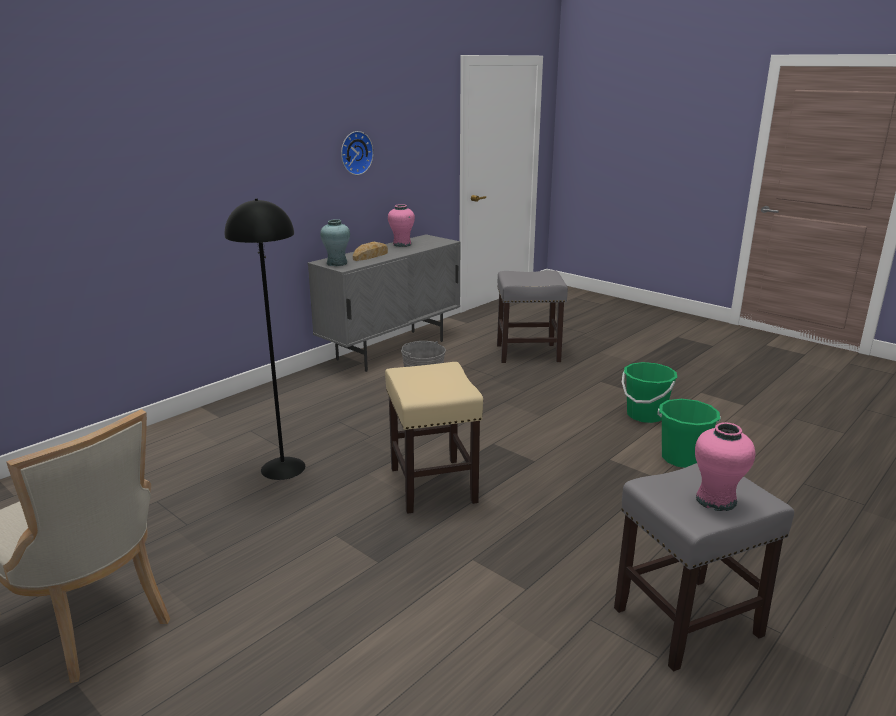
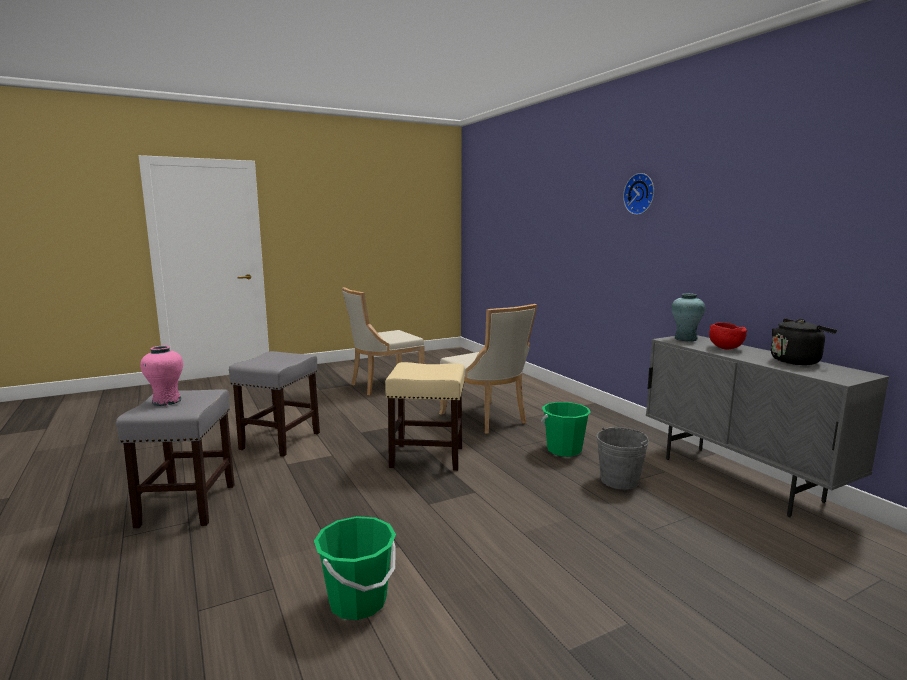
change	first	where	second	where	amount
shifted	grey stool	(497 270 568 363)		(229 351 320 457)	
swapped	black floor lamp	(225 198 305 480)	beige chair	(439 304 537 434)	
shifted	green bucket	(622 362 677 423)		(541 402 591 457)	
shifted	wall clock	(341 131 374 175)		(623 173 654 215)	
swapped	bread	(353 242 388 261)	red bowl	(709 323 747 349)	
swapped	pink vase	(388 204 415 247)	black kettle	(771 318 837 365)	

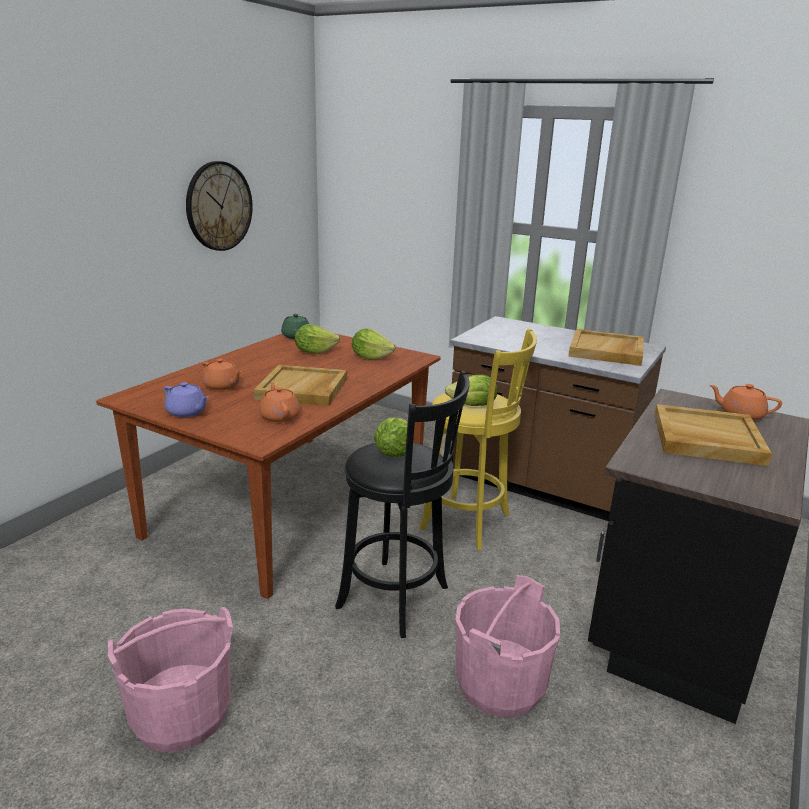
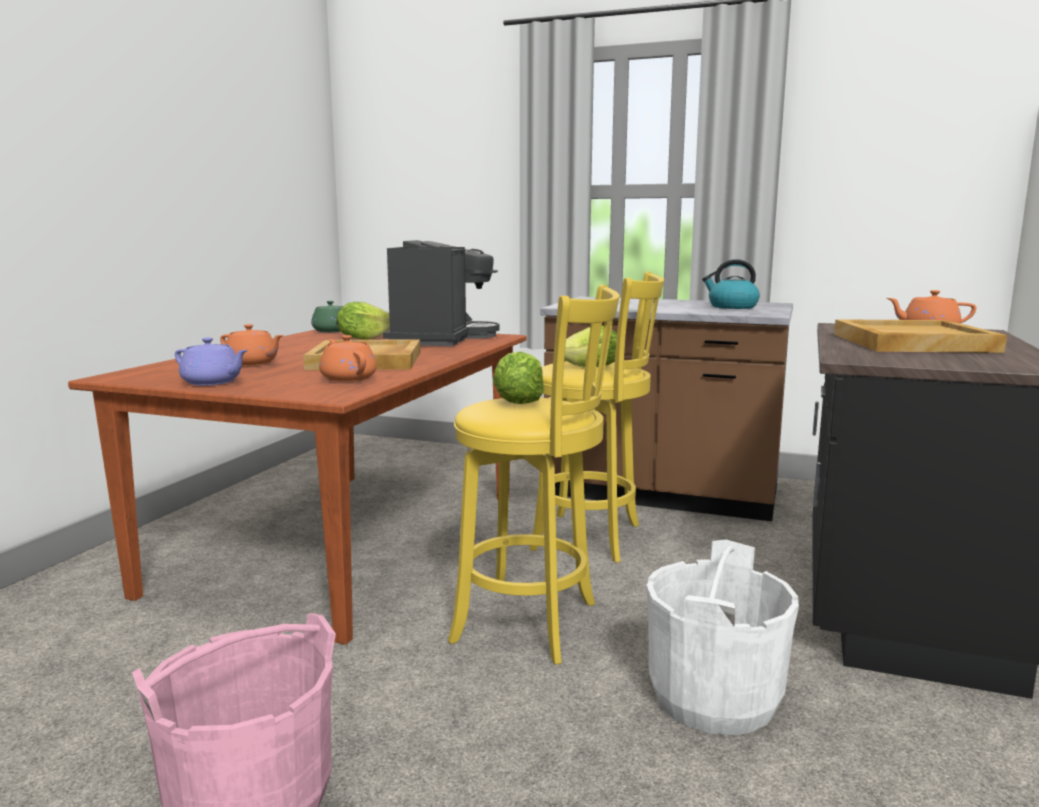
change	first	where	second	where	amount
swapped	lettuce	(352 328 396 360)	coffee machine	(383 240 499 346)	
repainted	black stool	(335 371 470 638)	yellow stool	(448 285 620 665)	
repainted	pink bucket	(455 575 560 718)	white bucket	(646 540 799 735)	
swapped	beige tray	(568 329 644 366)	kettle	(702 259 760 309)	
gone	wall clock	(186 161 253 251)			

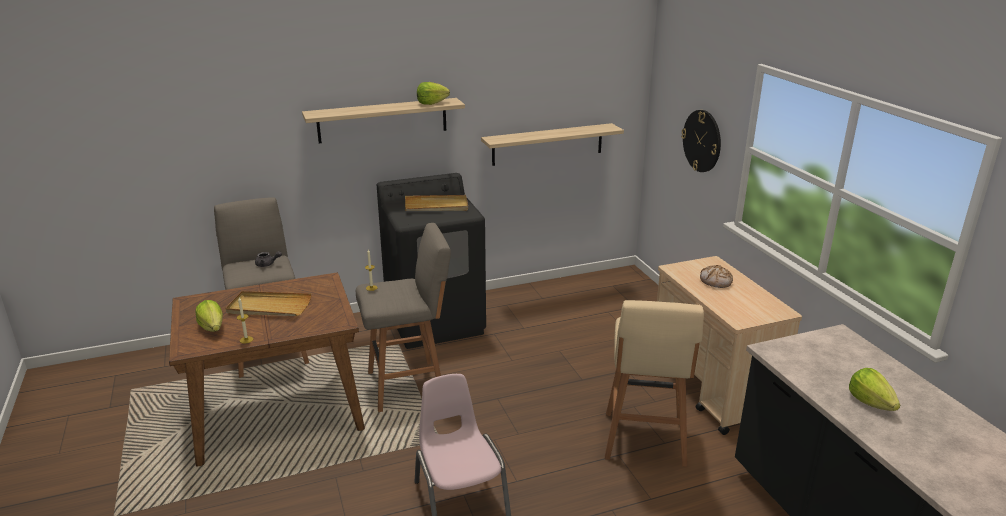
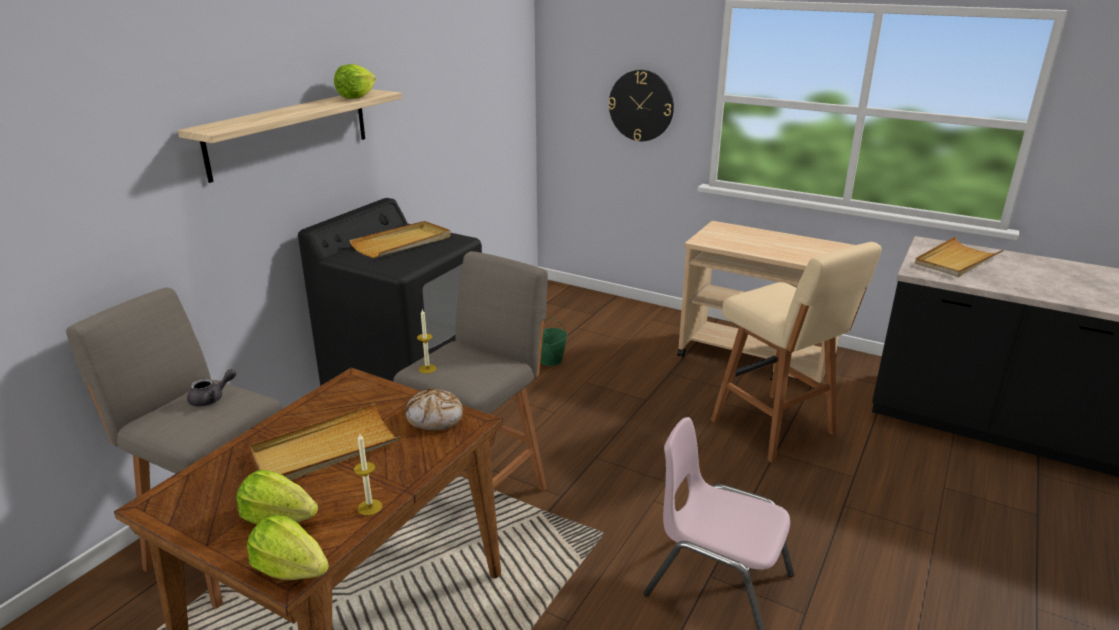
change	first	where	second	where	amount
shifted	lettuce	(849 368 900 411)		(247 515 329 580)	
shifted	bread	(700 265 733 288)		(405 388 463 430)	
new			green bucket	(540 318 567 366)	
new			beige tray	(915 236 1004 277)	
gone	shelf	(481 123 624 166)			

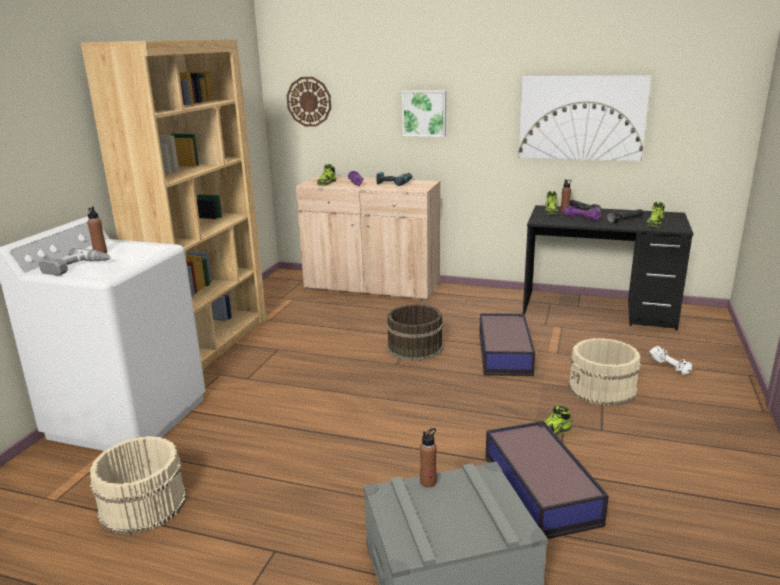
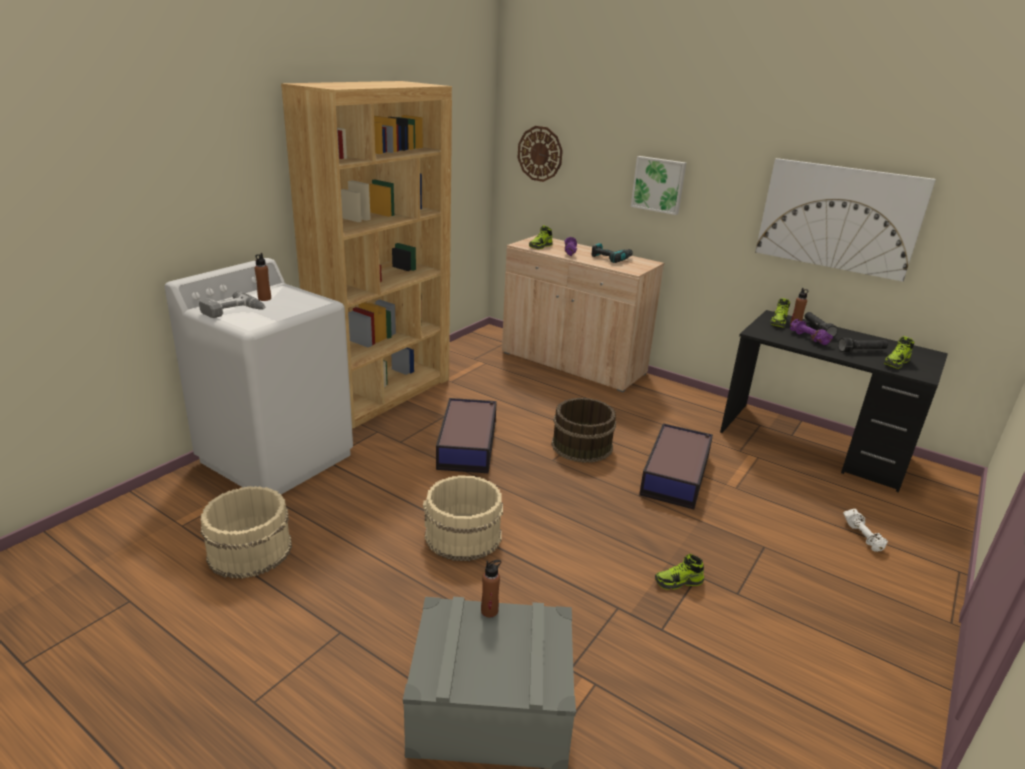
change	first	where	second	where	amount
shifted	beige bucket	(568 338 641 406)		(423 475 503 561)	
shifted	storage box	(486 421 609 539)		(436 398 497 473)	

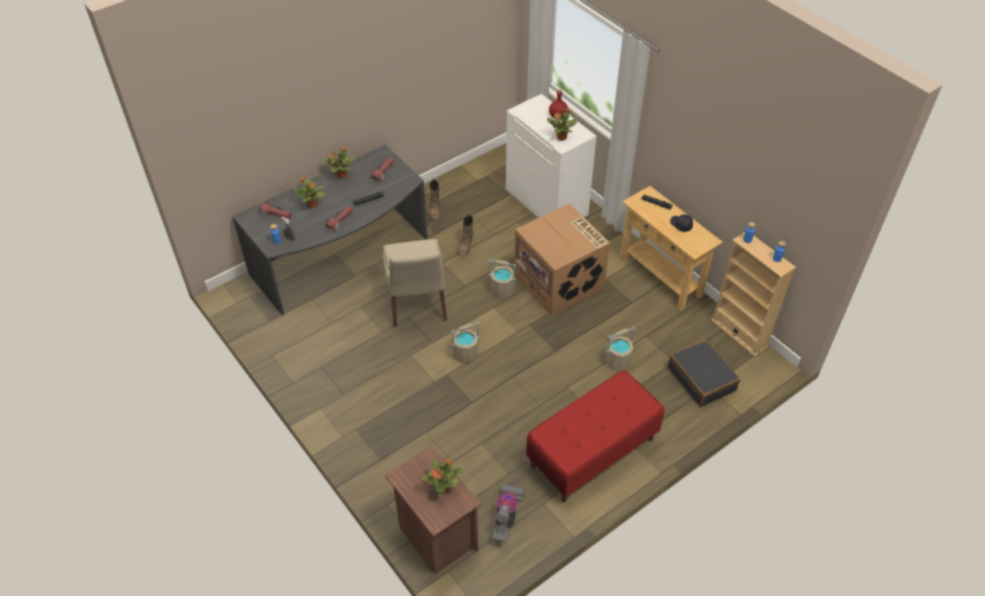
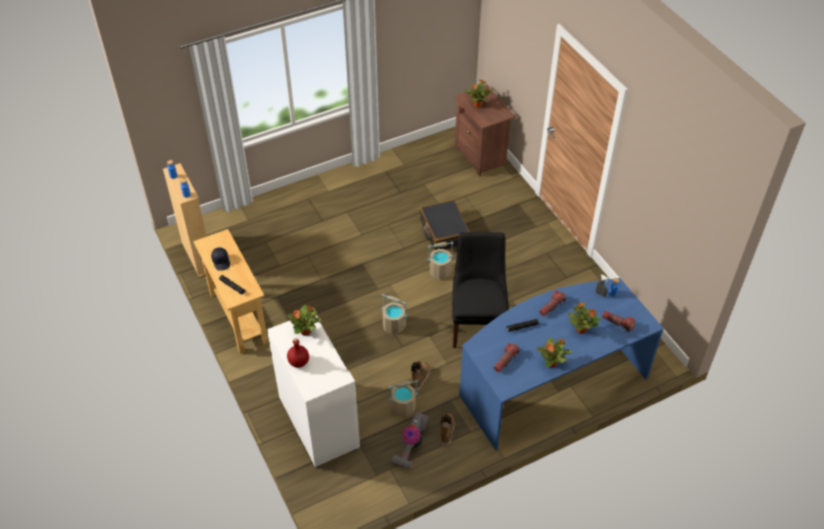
change	first	where	second	where	amount
shifted	beige bucket	(606 327 635 371)		(389 380 418 417)	
shifted	vacuum cleaner	(492 484 525 542)		(391 412 429 469)	
shifted	black suitcase	(668 339 740 407)		(420 200 470 250)	
repainted	beige chair	(383 239 447 327)	black chair	(452 232 509 348)	
repainted	grey desk	(232 145 428 315)	blue desk	(459 278 664 450)	
gone	cardboard box	(514 203 610 316)			
gone	red bench	(526 370 664 502)			

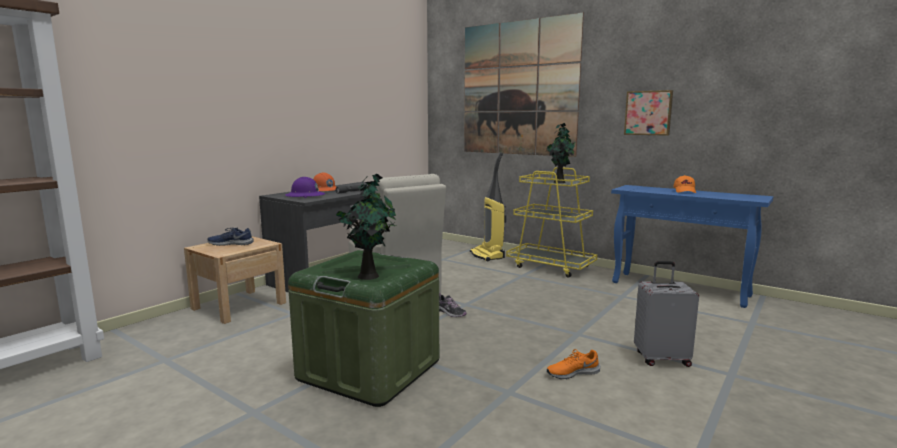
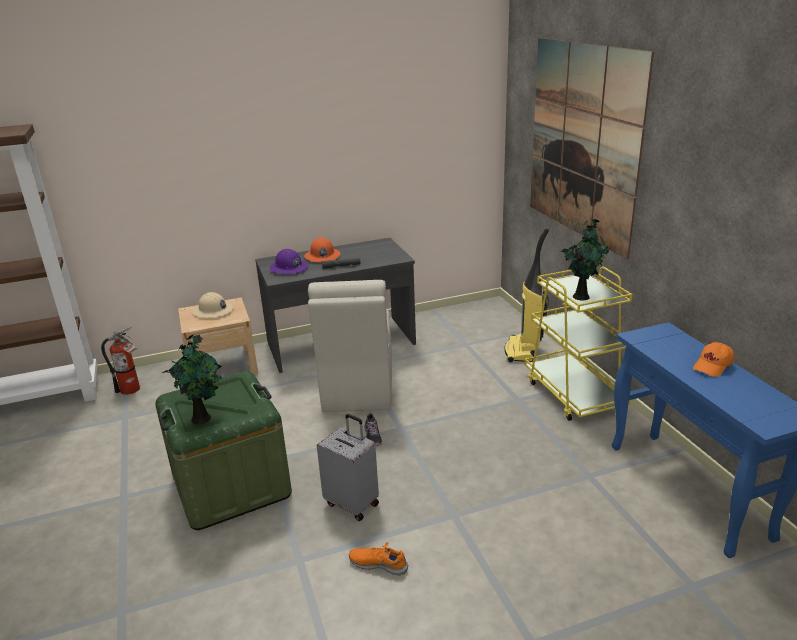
change	first	where	second	where	amount
new			fire extinguisher	(101 326 140 395)	
swapped	blue shoe	(208 227 253 246)	beige hard hat	(193 292 233 318)	
shifted	grey suitcase	(634 261 699 367)		(317 414 379 521)	
gone	picture	(624 90 673 136)			

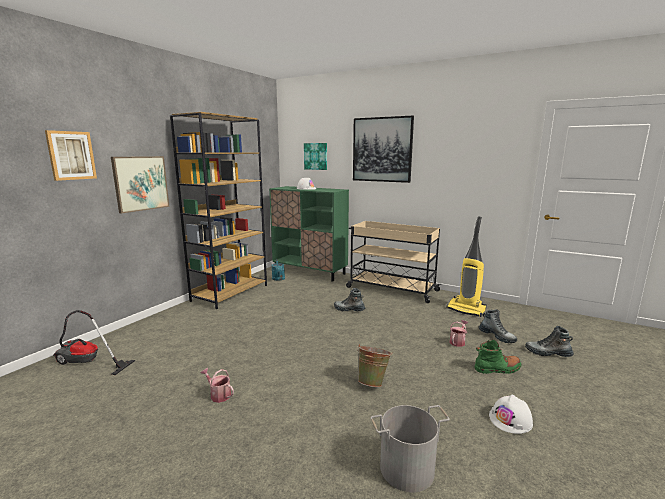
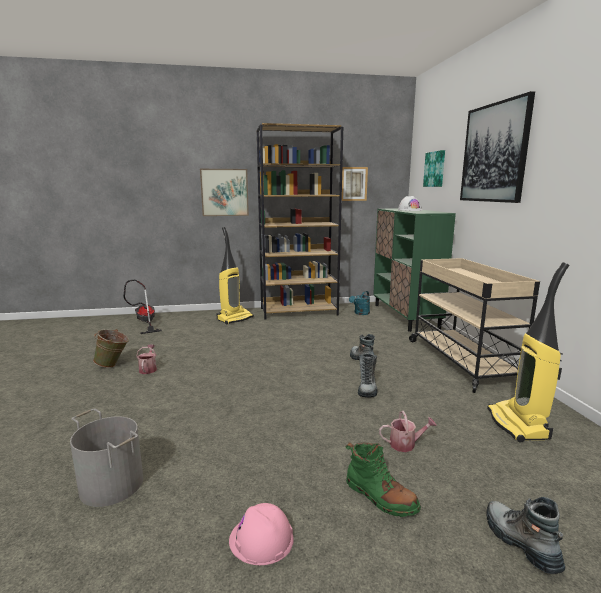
change	first	where	second	where	amount
shifted	green bucket	(357 344 393 387)		(93 329 129 368)	
new			vacuum cleaner	(216 227 254 325)	
repainted	white hard hat	(489 394 533 434)	pink hard hat	(229 503 294 565)	
shifted	picture	(45 130 97 181)		(342 167 368 201)	
shifted	boot	(479 309 517 343)		(358 353 377 397)	

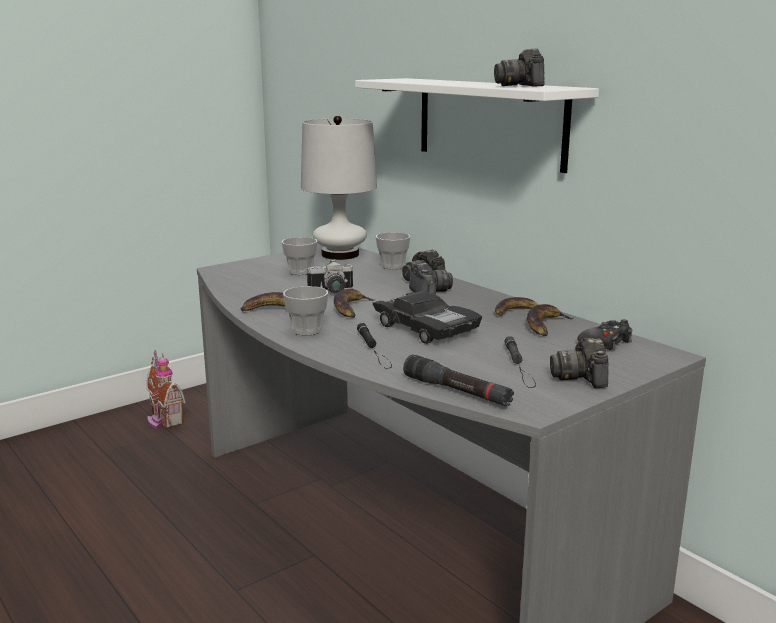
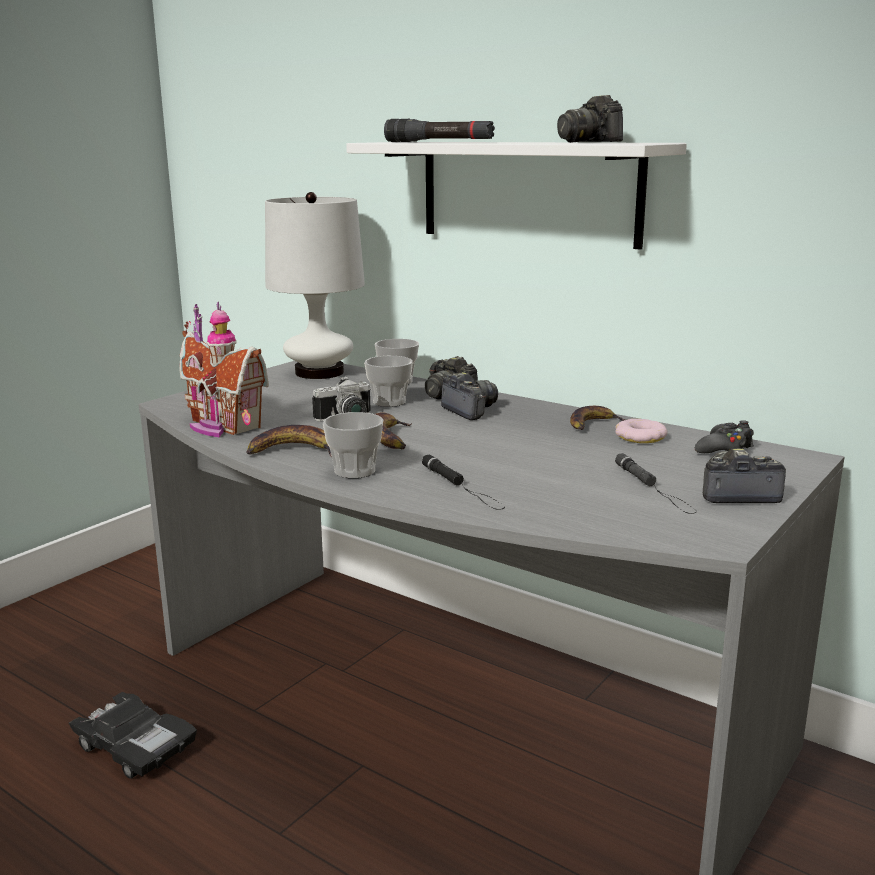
change	first	where	second	where	amount
shifted	black toy car	(372 291 482 344)		(69 692 197 779)	
shifted	toy house	(146 350 185 429)		(179 302 269 437)	
shifted	cup	(282 237 317 275)		(364 356 413 407)	
shifted	black flashlight	(403 355 514 406)		(384 119 495 142)	
swapped	banana	(527 304 574 336)	donut	(615 419 668 443)	
rotated	photo camera	(550 338 609 388)		(703 449 786 503)	105 degrees clockwise

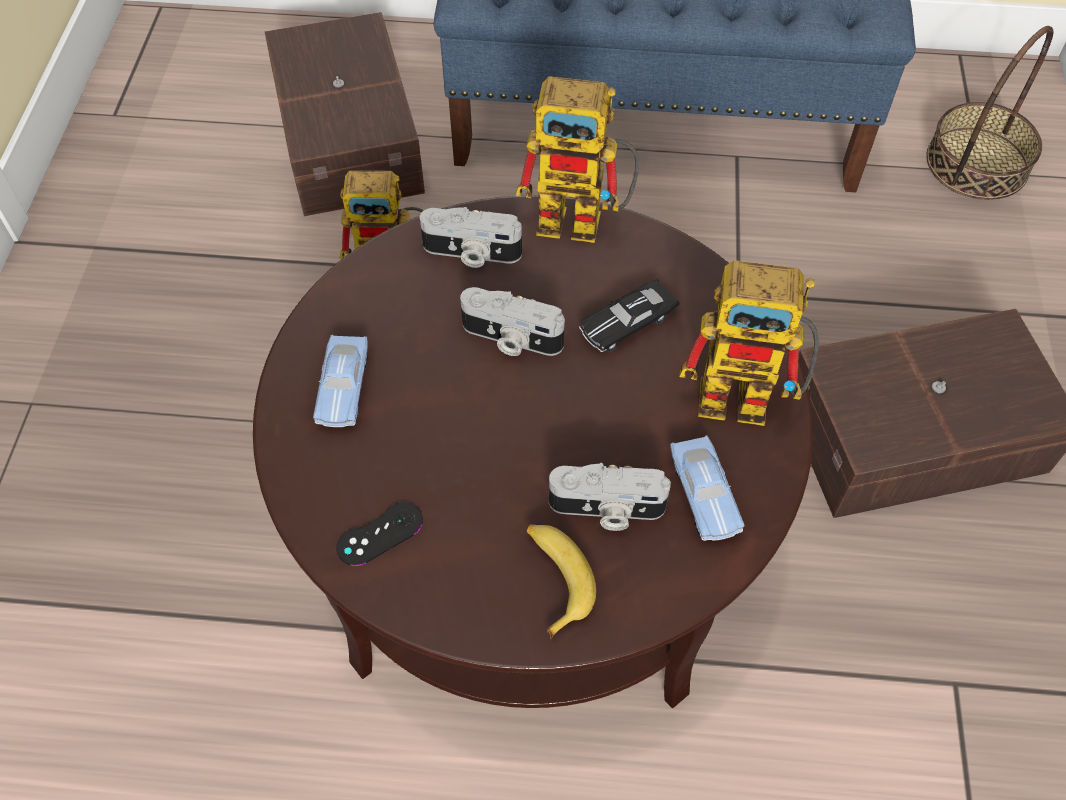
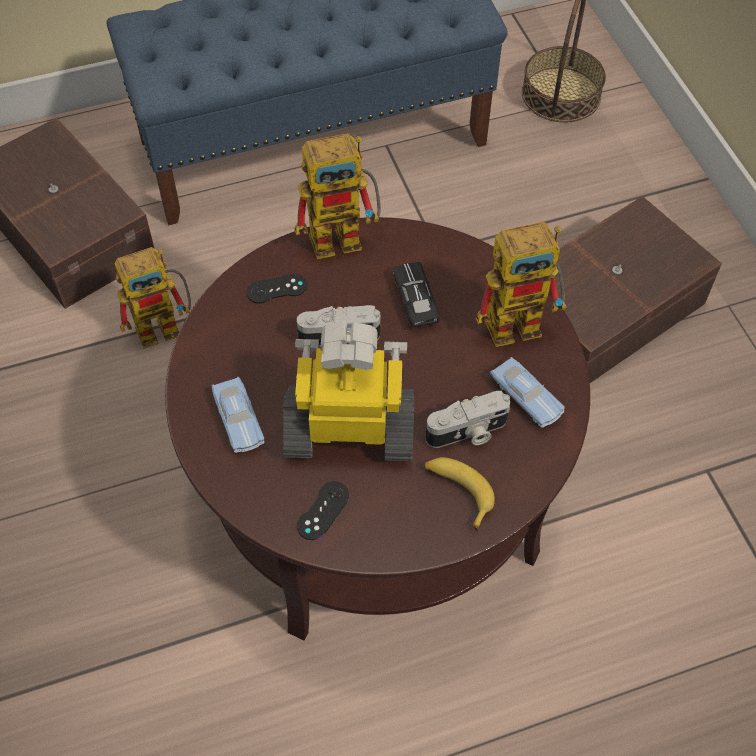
change	first	where	second	where	amount
swapped	photo camera	(420 207 522 268)	black game controller	(246 274 307 304)	
new			toy robot	(283 321 414 461)	
rotated	black toy car	(579 279 680 352)		(392 262 439 328)	135 degrees clockwise

